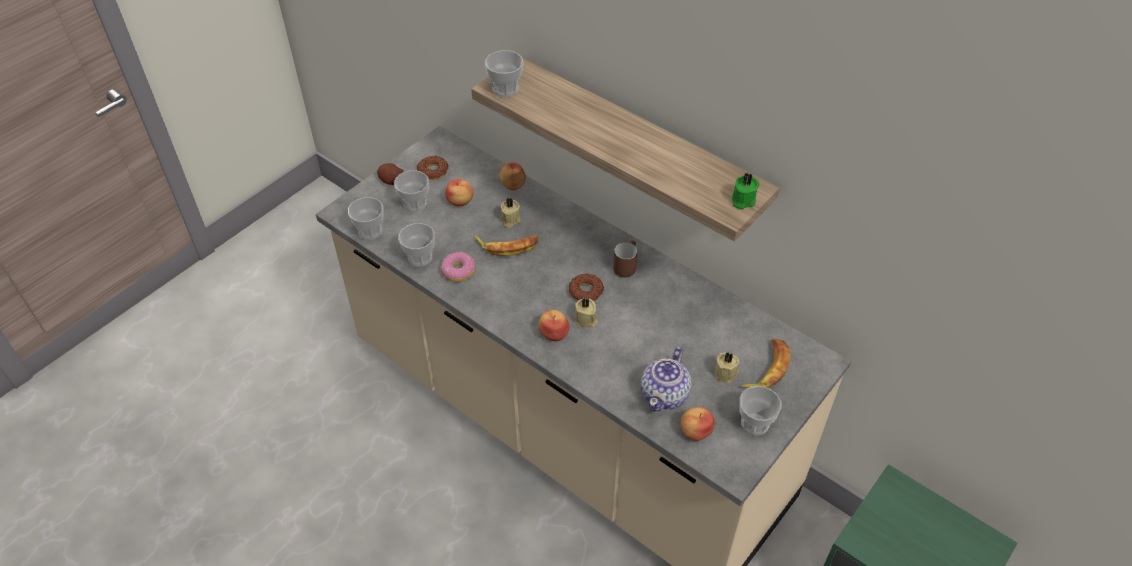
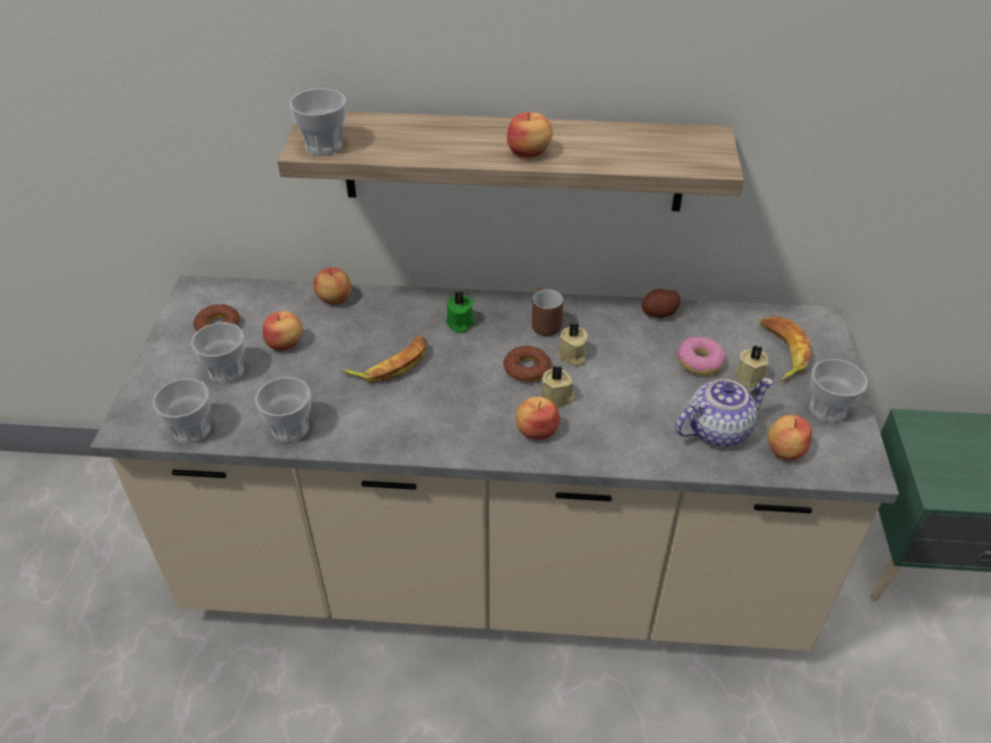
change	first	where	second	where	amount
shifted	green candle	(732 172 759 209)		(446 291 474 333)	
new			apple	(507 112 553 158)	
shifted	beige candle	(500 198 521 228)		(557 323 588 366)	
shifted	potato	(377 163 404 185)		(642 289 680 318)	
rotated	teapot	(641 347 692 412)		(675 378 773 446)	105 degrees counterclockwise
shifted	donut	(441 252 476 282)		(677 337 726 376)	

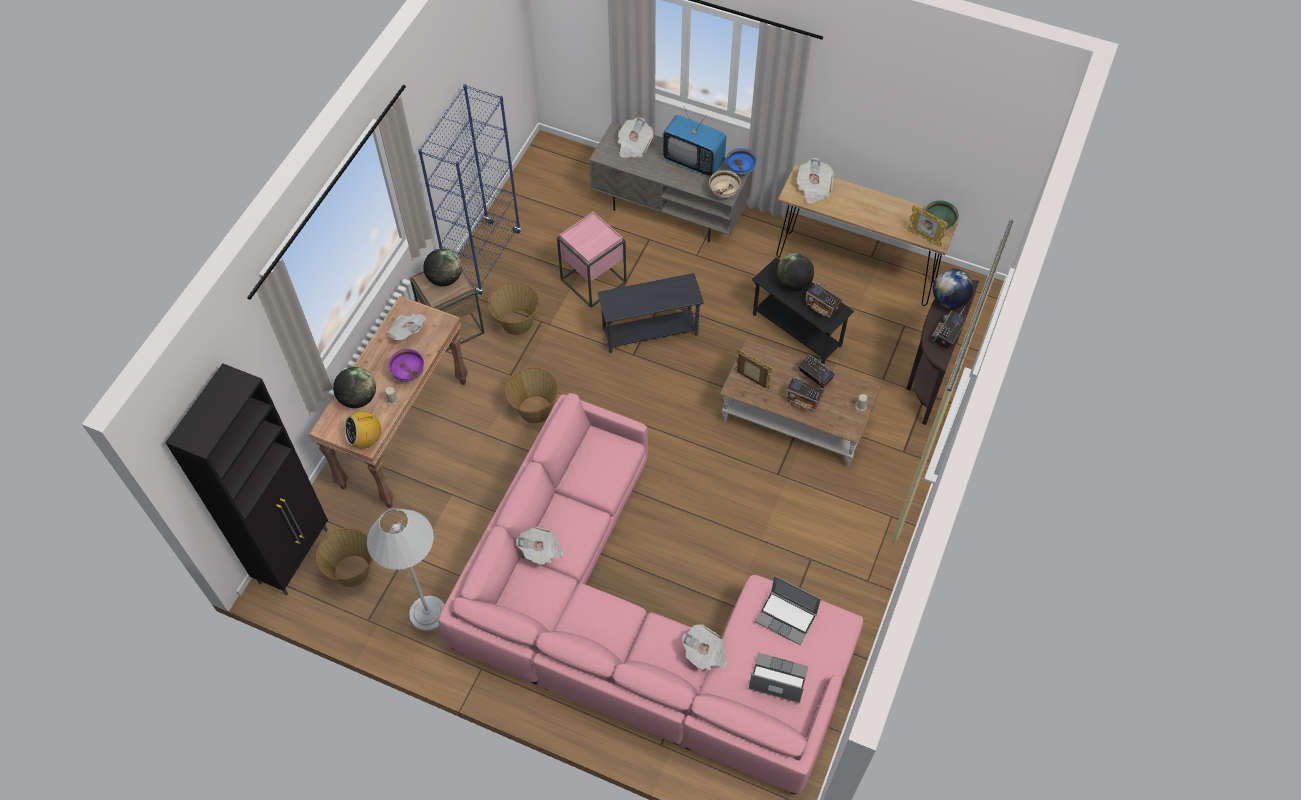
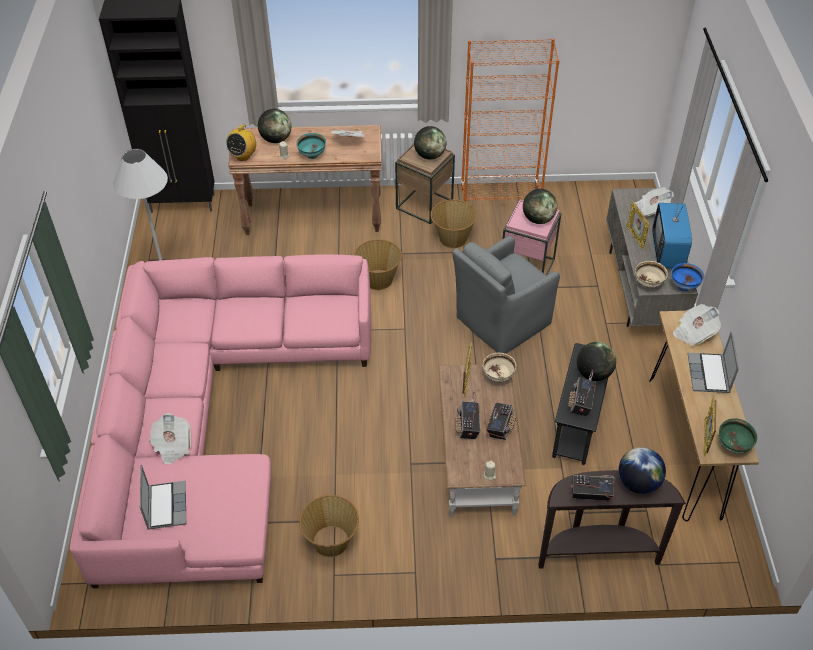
change	first	where	second	where	amount
rotated	radio	(344 409 381 448)		(226 125 256 161)	105 degrees counterclockwise
repainted	purple bowl	(389 349 424 382)	turquoise bowl	(296 133 326 159)	
shifted	basket	(316 528 373 587)		(299 495 359 557)	
swapped	grey side table	(597 273 704 353)	grey armchair	(452 236 560 354)	
repainted	blue bookcase	(418 84 521 295)	orange bookcase	(461 38 560 202)	
new			beige bowl	(483 353 516 383)	
new			globe	(523 189 557 224)	
new			picture frame	(626 201 650 250)	
shifted	laptop	(755 576 821 645)		(688 331 739 393)	
gone	newspaper	(516 526 564 565)			

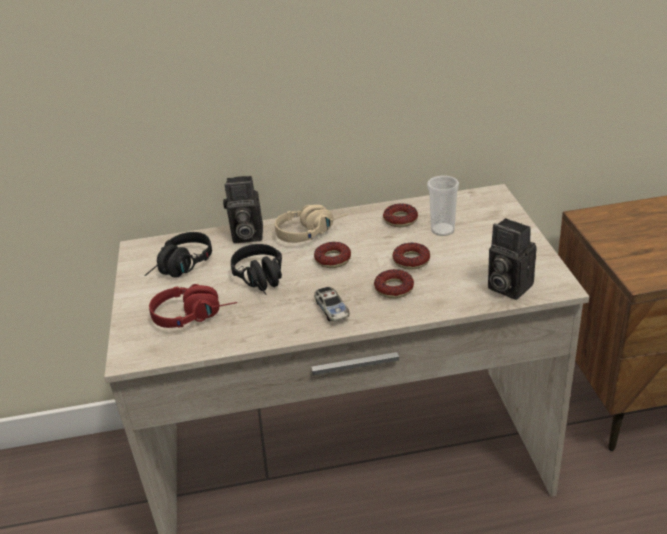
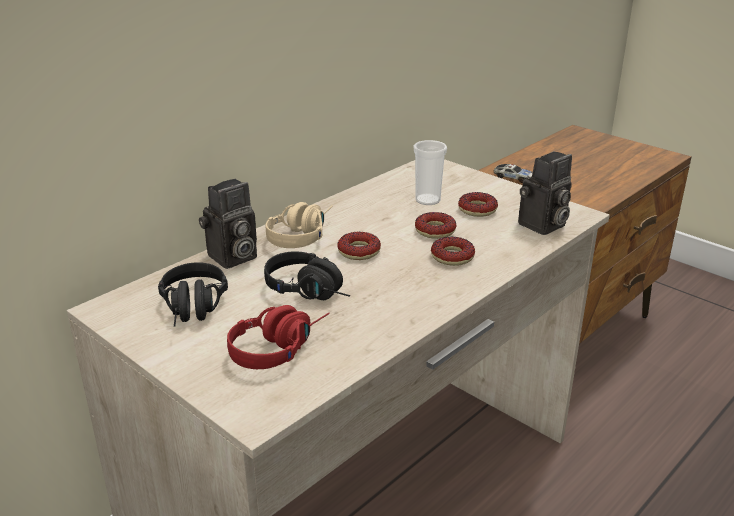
change	first	where	second	where	amount
shifted	donut	(383 204 418 227)		(458 192 498 217)	
shifted	toy car	(314 287 349 321)		(494 164 533 183)	
rotated	photo camera	(488 218 537 300)		(518 151 572 235)	45 degrees counterclockwise

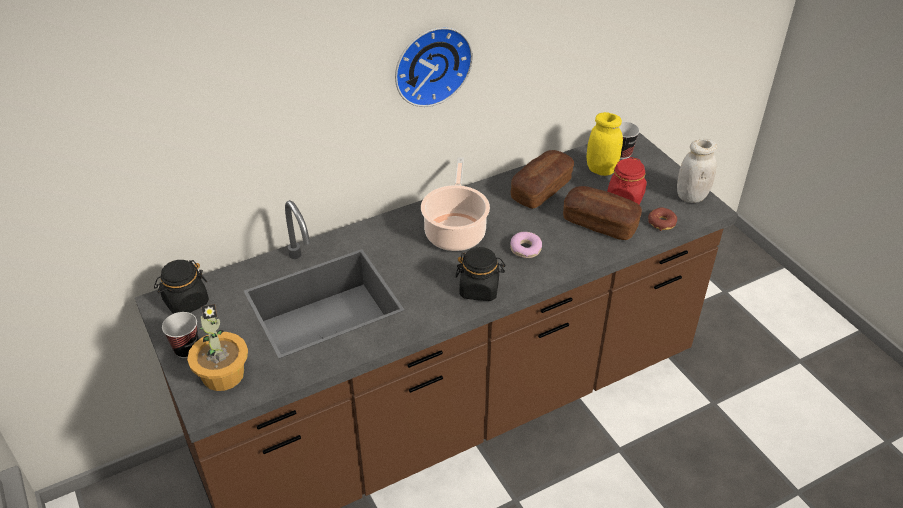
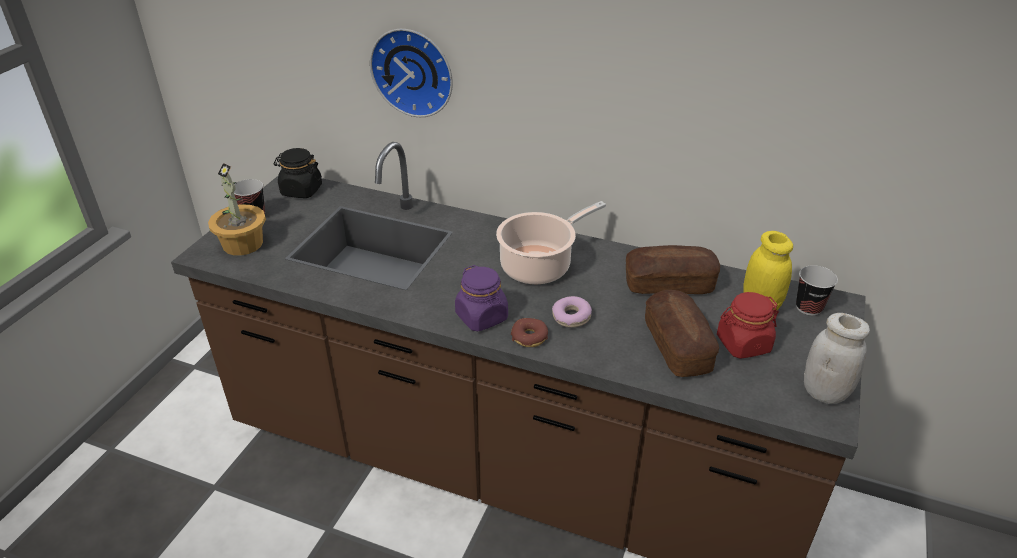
change	first	where	second	where	amount
shifted	wall clock	(395 27 473 107)		(370 29 453 117)	
repainted	black jar	(455 247 506 301)	purple jar	(455 265 508 331)	
shifted	donut	(648 207 677 231)		(511 318 548 347)	

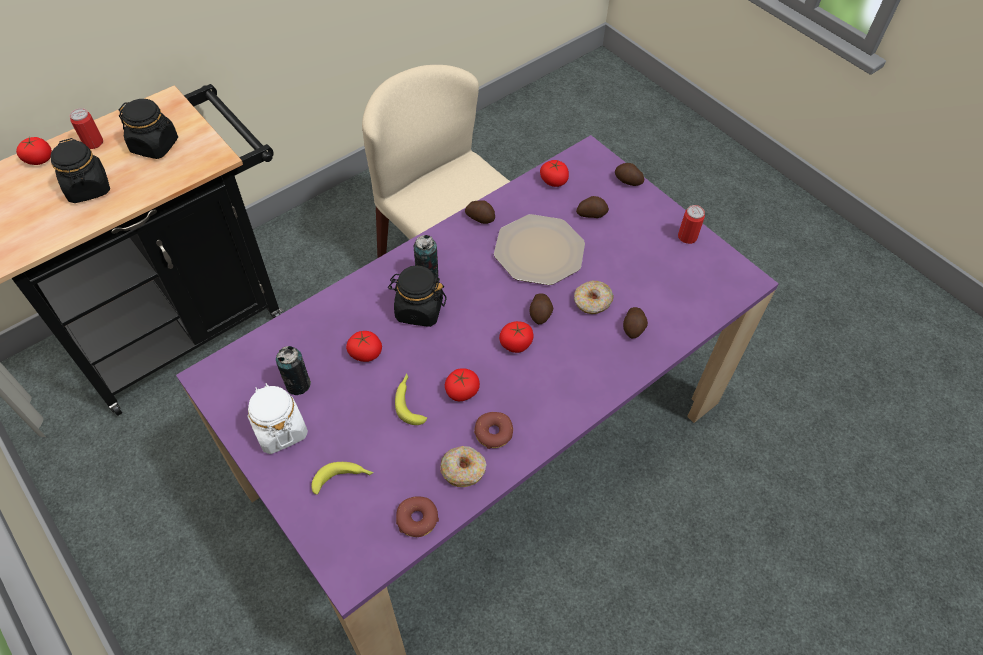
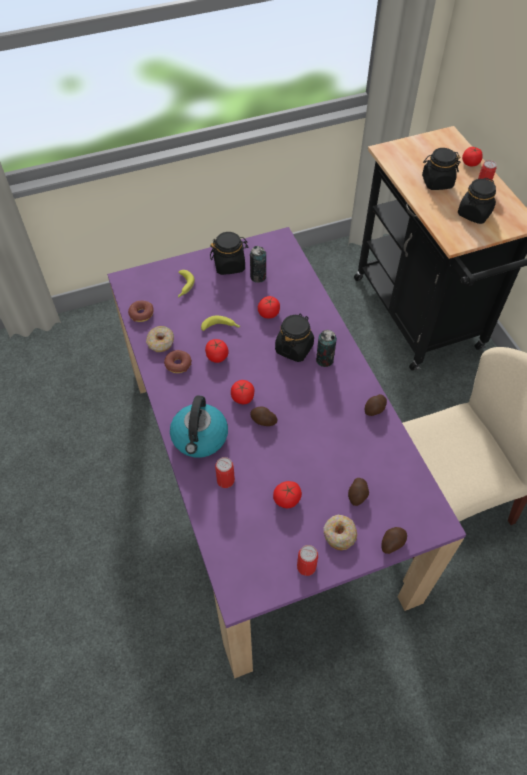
change	first	where	second	where	amount
new			kettle	(170 395 228 458)	
repainted	white jar	(248 383 308 454)	black jar	(210 232 249 275)	
swapped	potato	(623 307 648 338)	can	(215 457 235 488)	
shifted	tomato	(540 160 569 187)		(273 481 302 508)	
shifted	donut	(574 281 614 314)		(323 515 357 550)	
gone	plate	(494 214 585 285)			

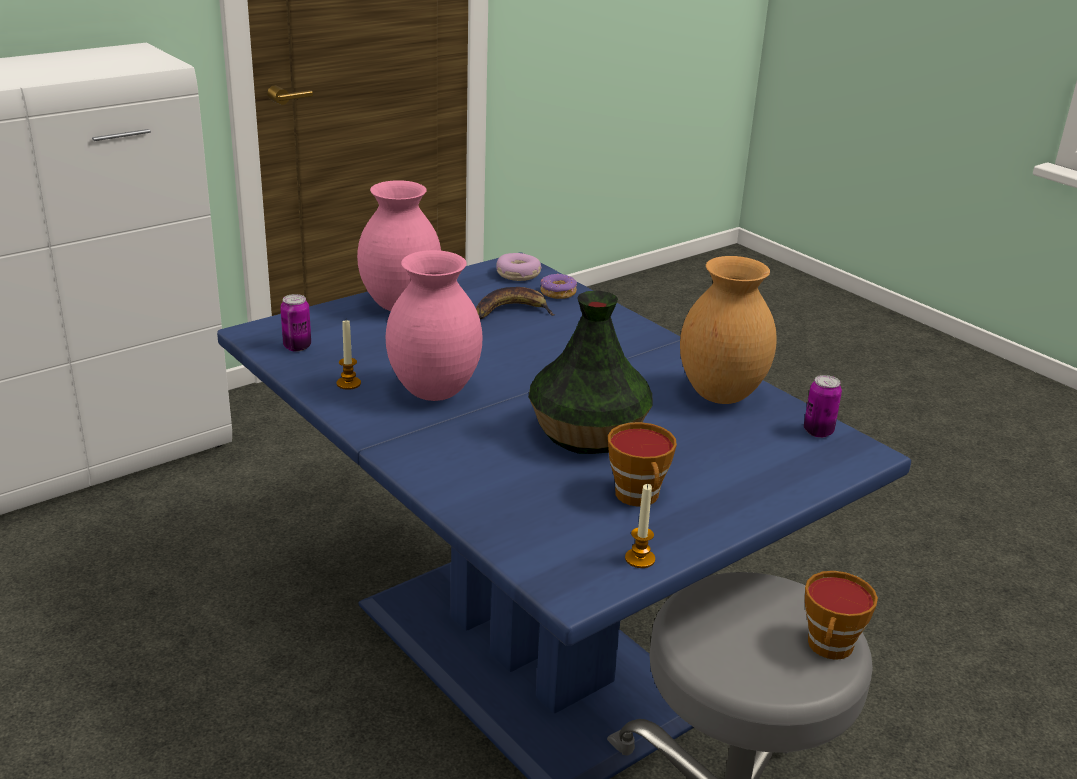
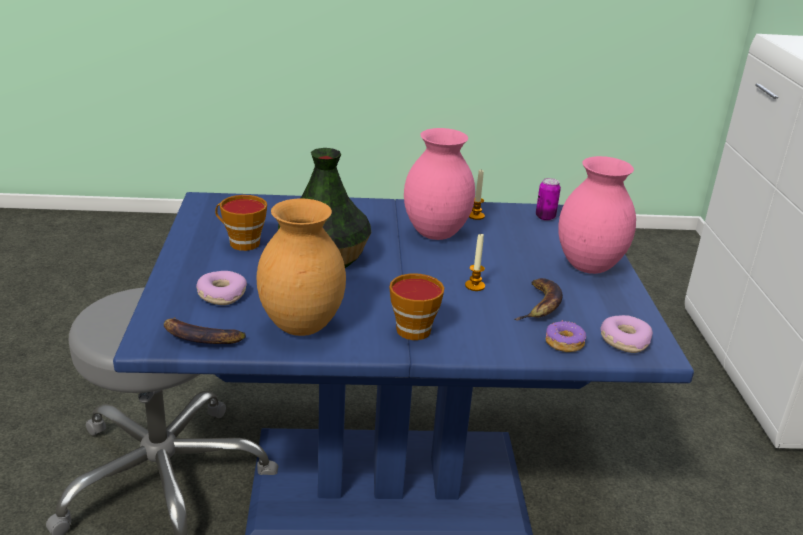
change	first	where	second	where	amount
swapped	can	(804 375 842 438)	banana	(164 317 246 344)	
new			donut	(196 271 247 305)	
shifted	cup	(805 571 878 660)		(389 273 444 340)	
shifted	candle	(625 484 655 568)		(465 234 485 291)	

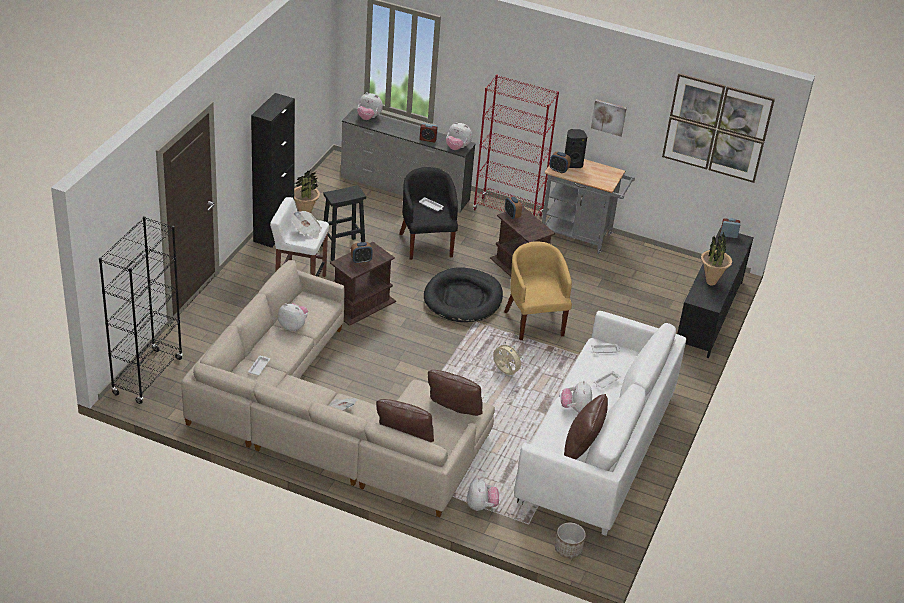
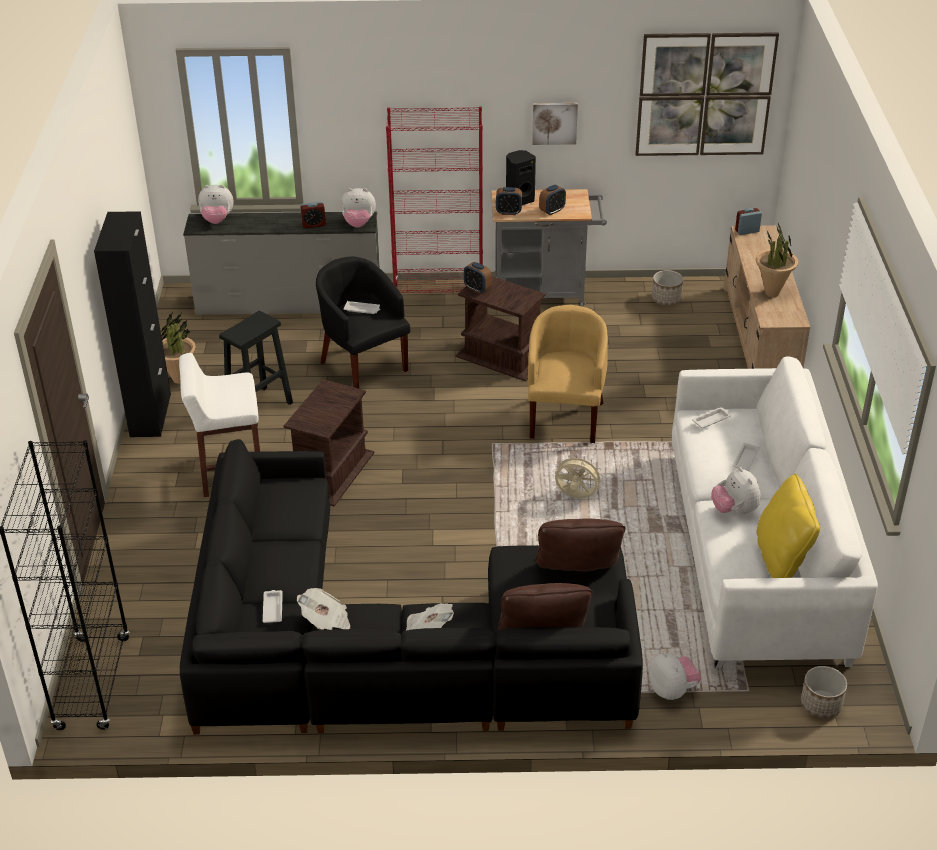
change	first	where	second	where	amount
repainted	beige sofa	(182 260 495 517)	black sofa	(180 439 643 735)	
shifted	newspaper	(292 211 322 239)		(297 588 350 630)	
rotated	yellow armchair	(504 241 572 340)		(528 305 608 443)	45 degrees clockwise
shifted	alarm clock	(351 242 373 264)		(539 184 566 215)	
new			planter	(652 270 683 306)	
repainted	black tv stand	(677 228 754 358)	beige tv stand	(724 225 810 369)	
repainted	brown pillow	(564 394 608 459)	yellow pillow	(756 473 820 578)	
gone	plush toy	(278 303 308 331)			
gone	black dog bed	(424 267 503 322)			

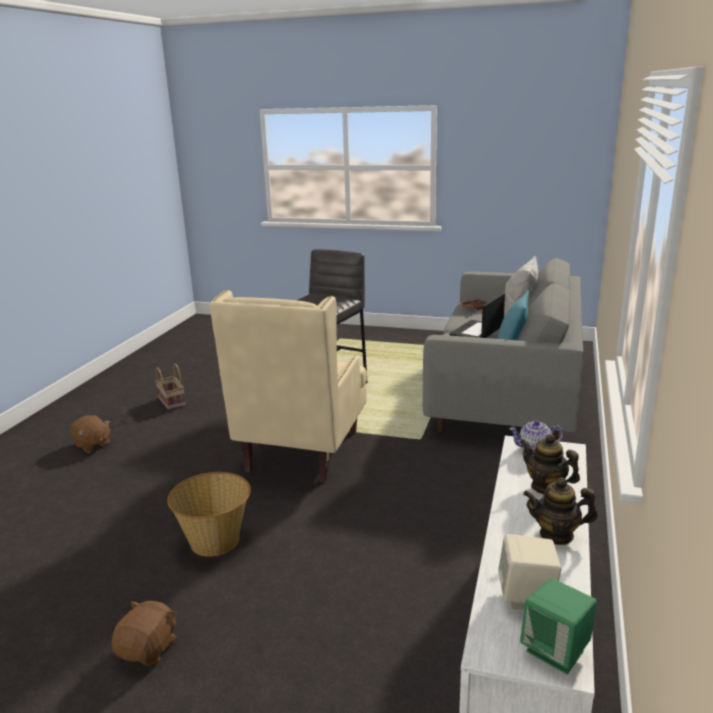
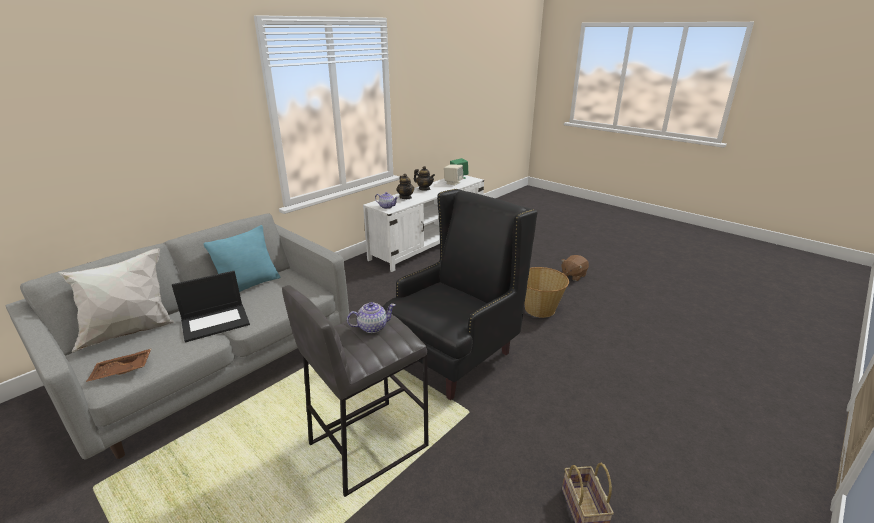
change	first	where	second	where	amount
new			teapot	(347 302 396 333)	
repainted	beige armchair	(209 290 367 483)	black armchair	(383 189 538 400)	
gone	brown plush toy	(71 416 111 453)			

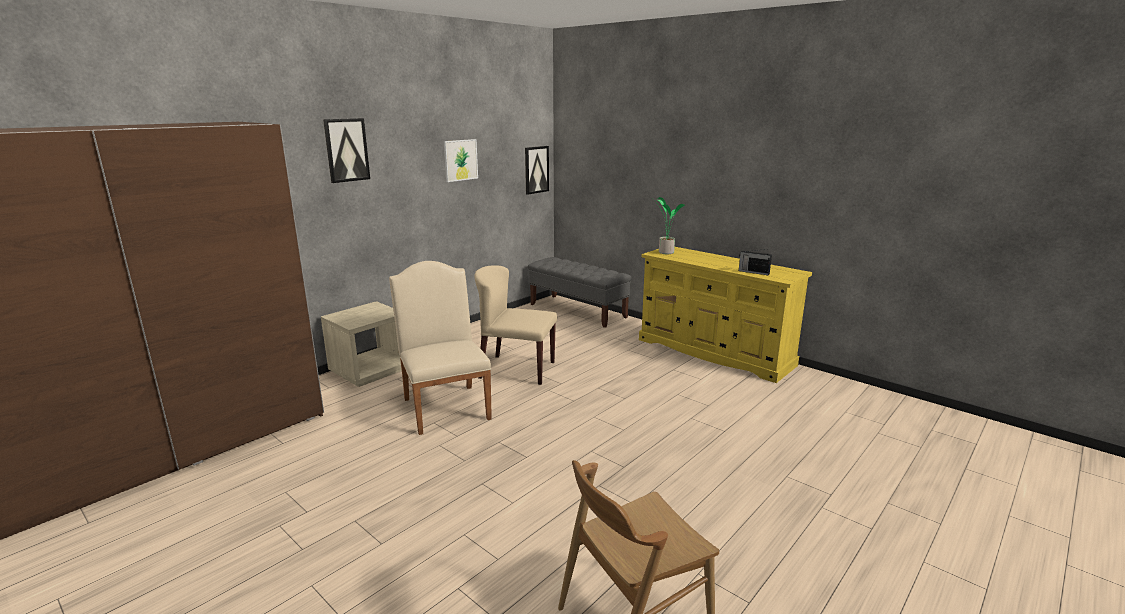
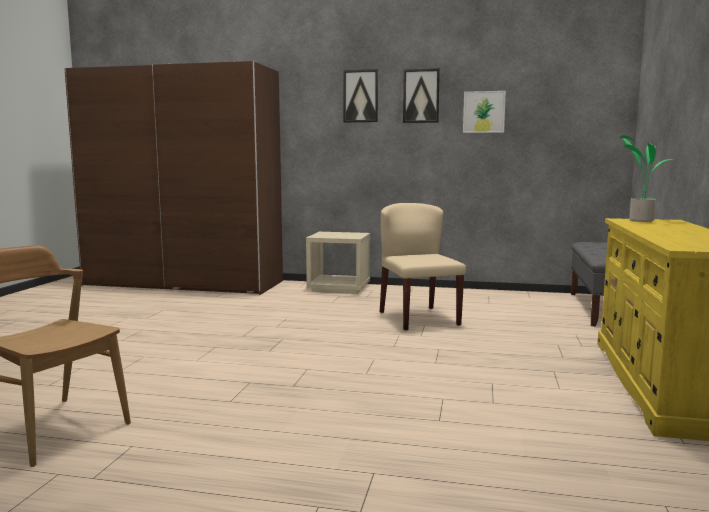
change	first	where	second	where	amount
shifted	picture	(525 146 549 194)		(403 68 440 123)	
gone	beige chair	(389 261 492 435)			
gone	radio	(739 249 772 275)			

